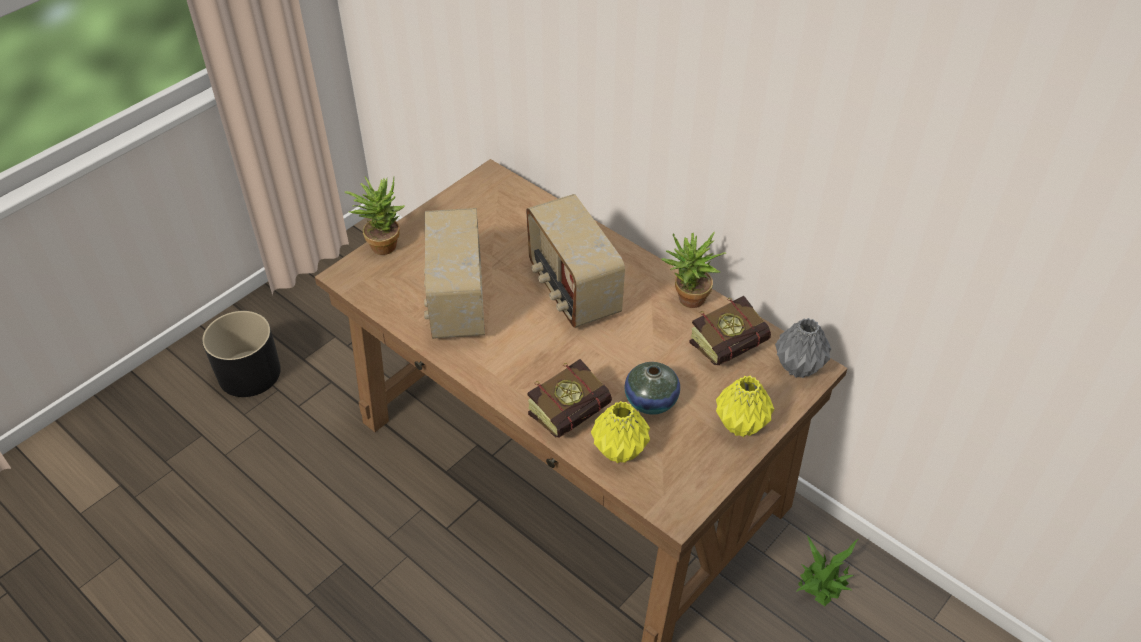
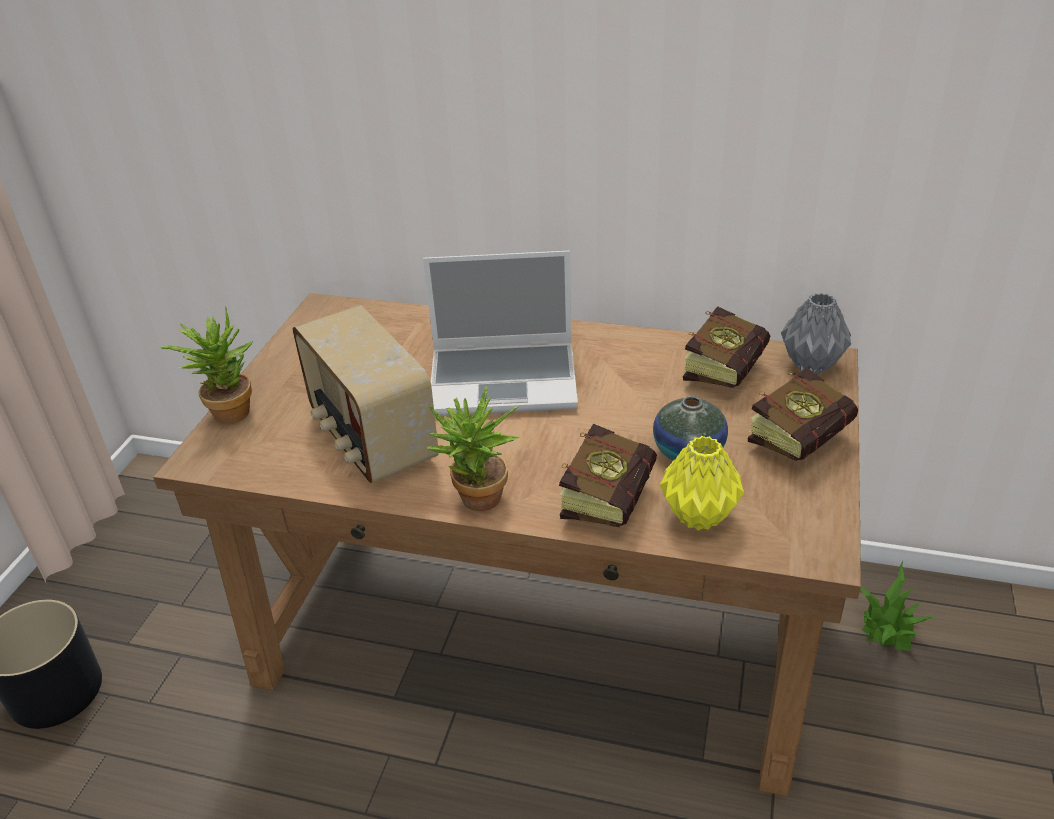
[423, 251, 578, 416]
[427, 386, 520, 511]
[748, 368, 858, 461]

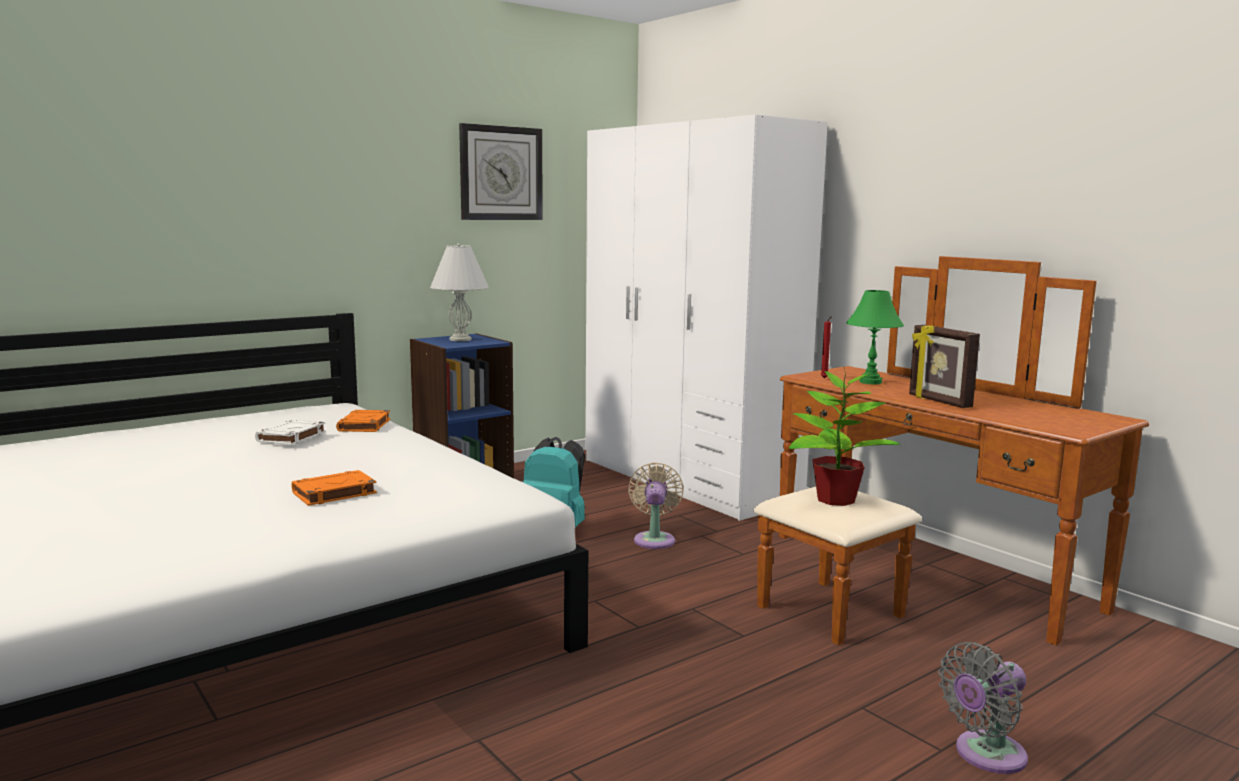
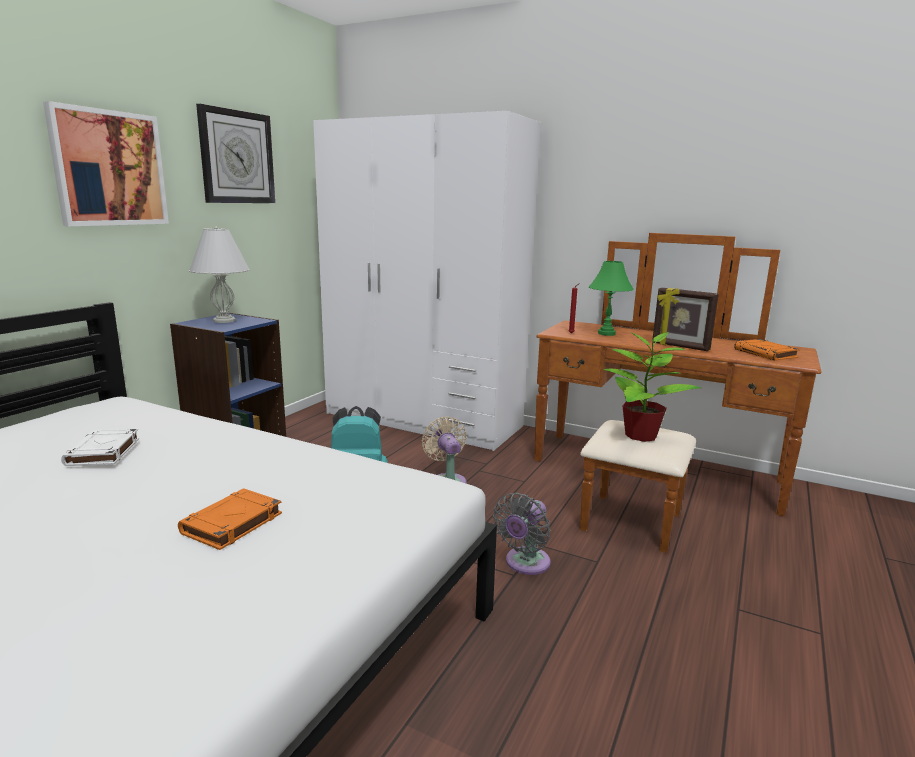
[734, 339, 800, 361]
[493, 493, 551, 575]
[43, 101, 169, 226]

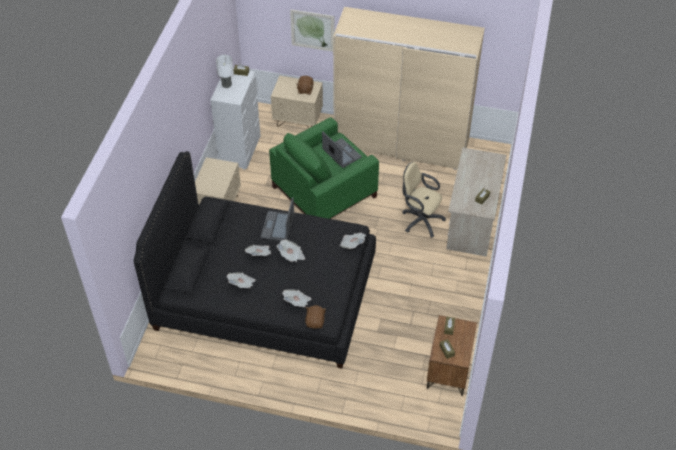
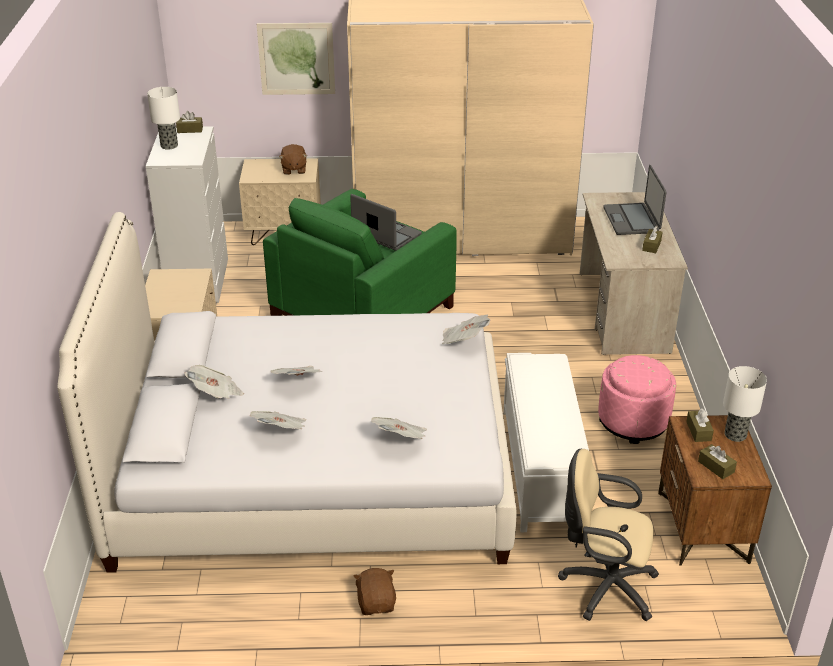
[58, 212, 517, 573]
[603, 165, 666, 235]
[184, 365, 244, 399]
[353, 568, 396, 615]
[558, 449, 659, 621]
[503, 353, 589, 532]
[598, 355, 676, 444]
[723, 366, 767, 442]

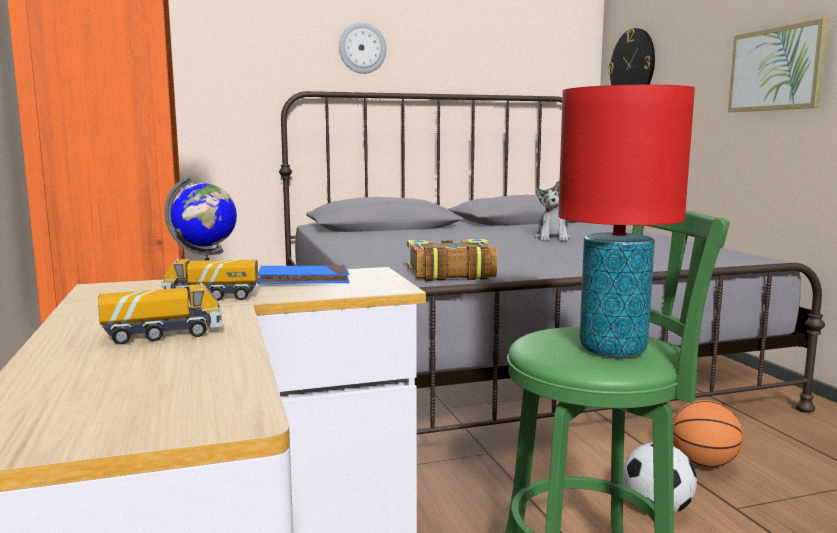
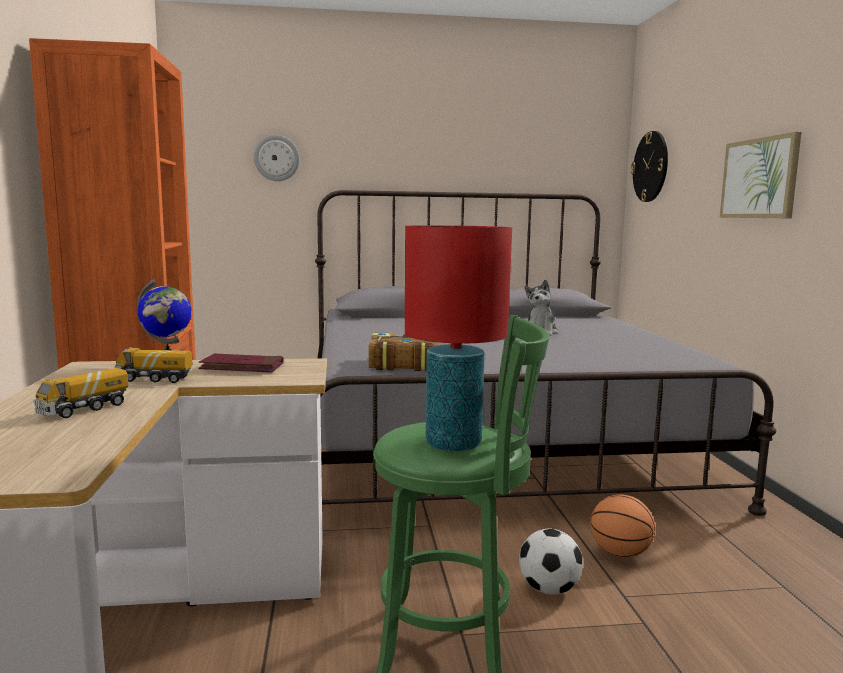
[34, 368, 128, 418]
[198, 353, 283, 373]
[254, 135, 299, 181]

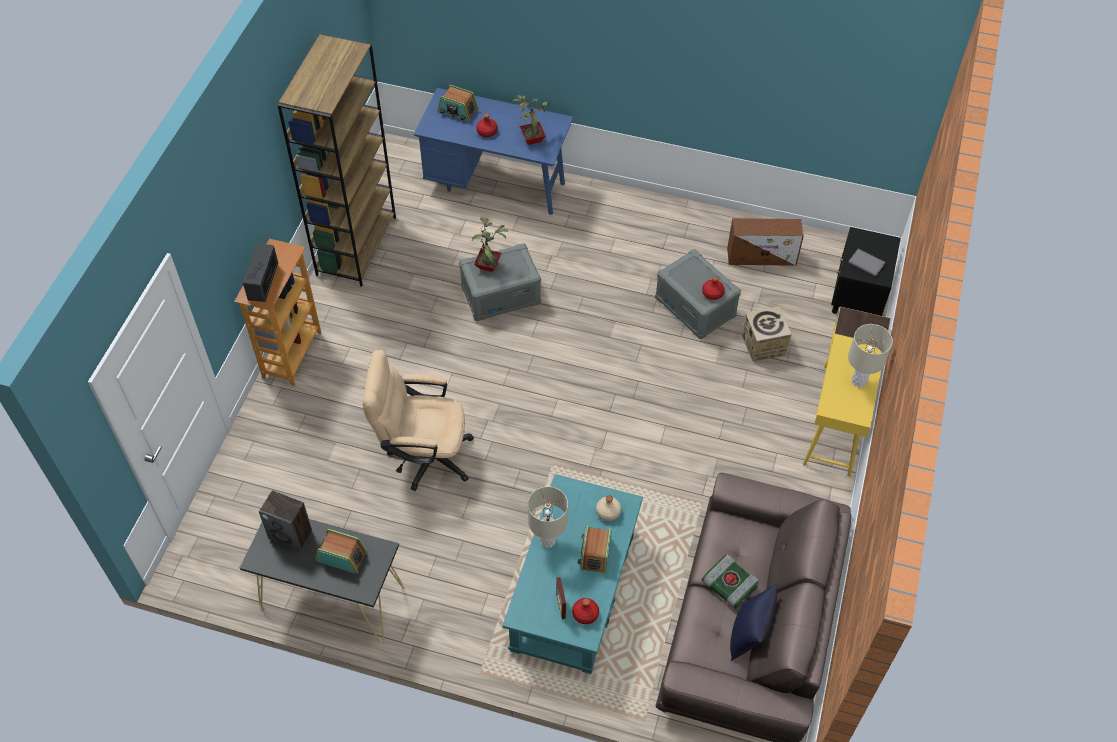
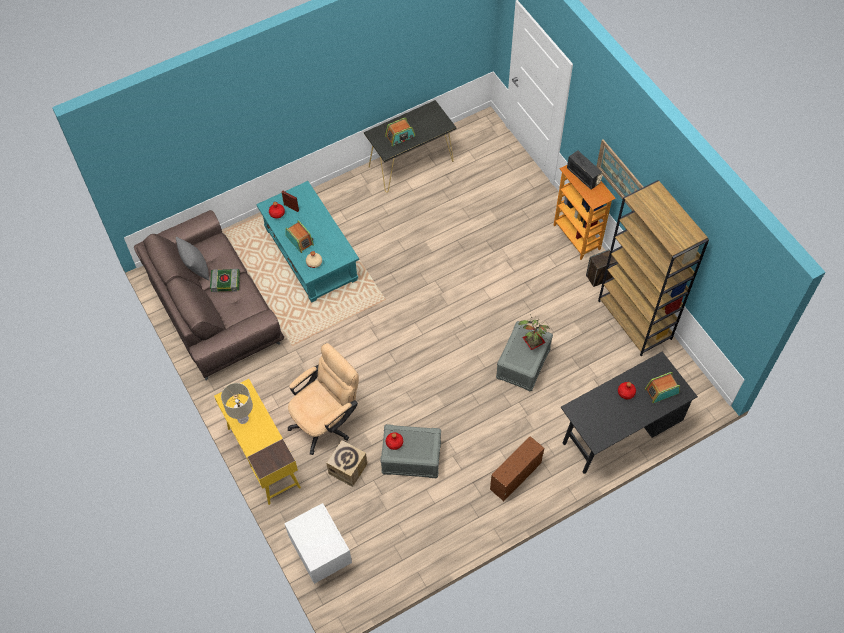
[586, 249, 617, 287]
[288, 343, 359, 455]
[561, 352, 698, 474]
[512, 95, 549, 145] (first image)
[528, 486, 568, 548] (first image)
[490, 436, 544, 501]
[176, 237, 209, 280]
[284, 503, 352, 584]
[848, 249, 885, 277] (first image)
[596, 139, 643, 211]

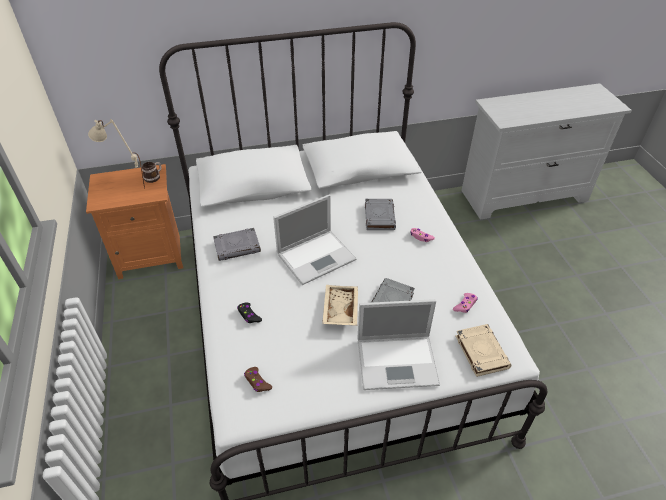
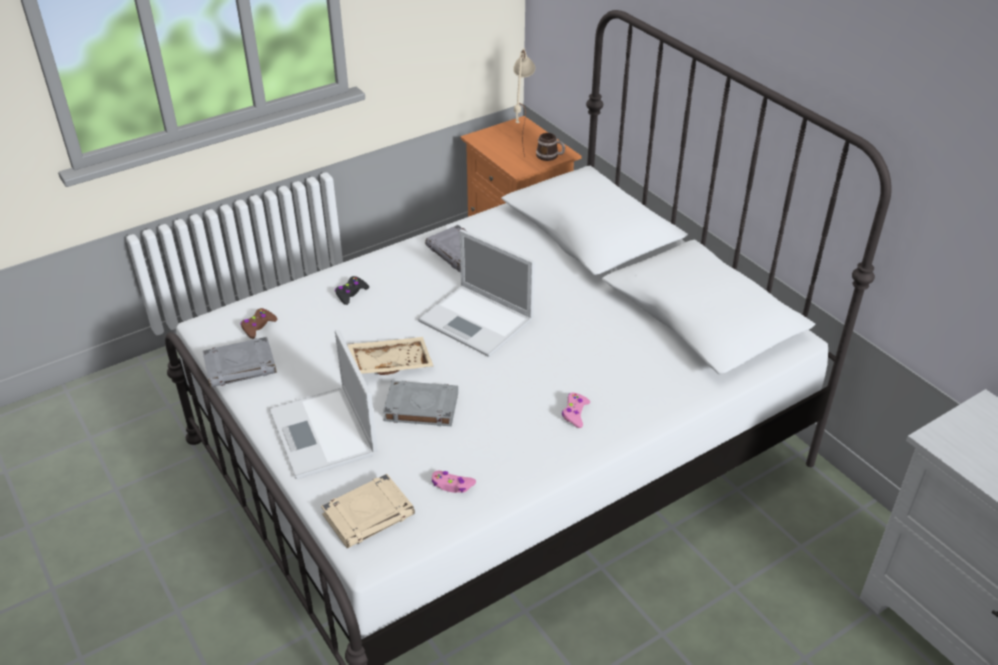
[202, 337, 277, 388]

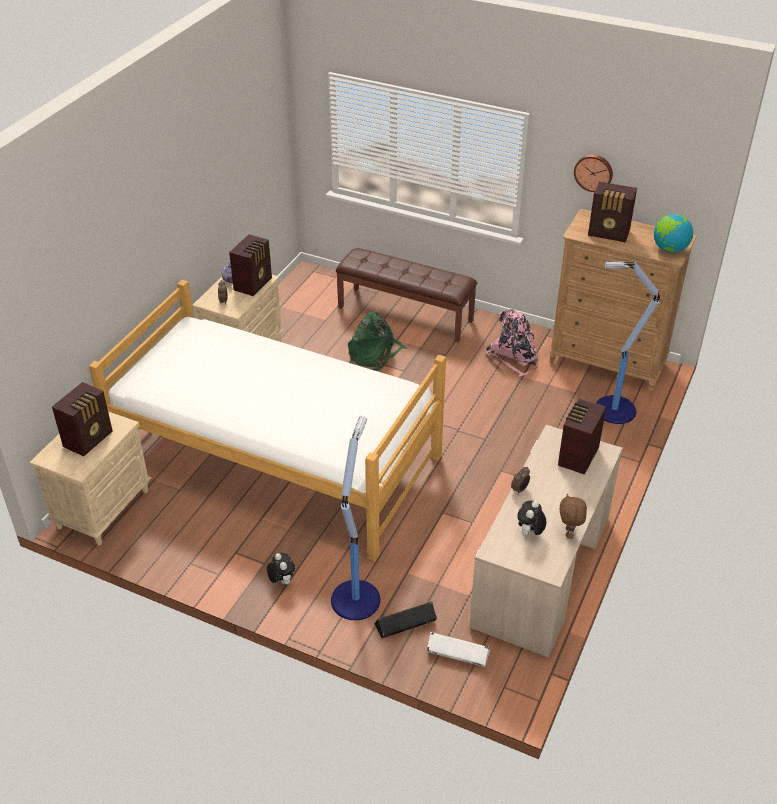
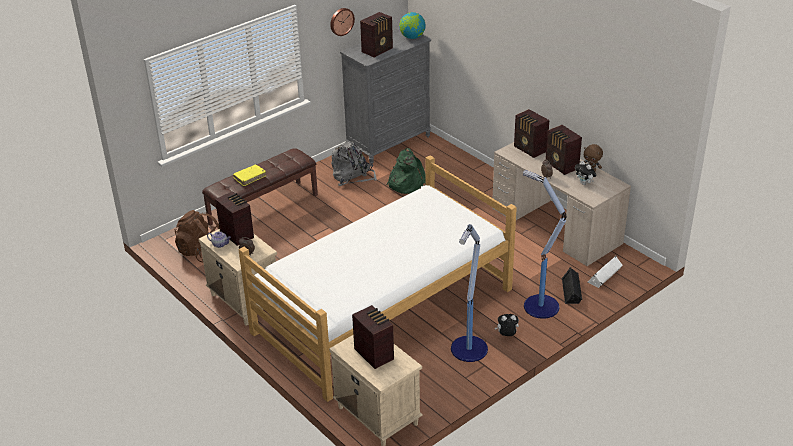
[386, 148, 426, 194]
[331, 141, 377, 186]
[340, 28, 431, 164]
[451, 224, 488, 362]
[174, 210, 219, 262]
[233, 165, 266, 186]
[546, 125, 582, 175]

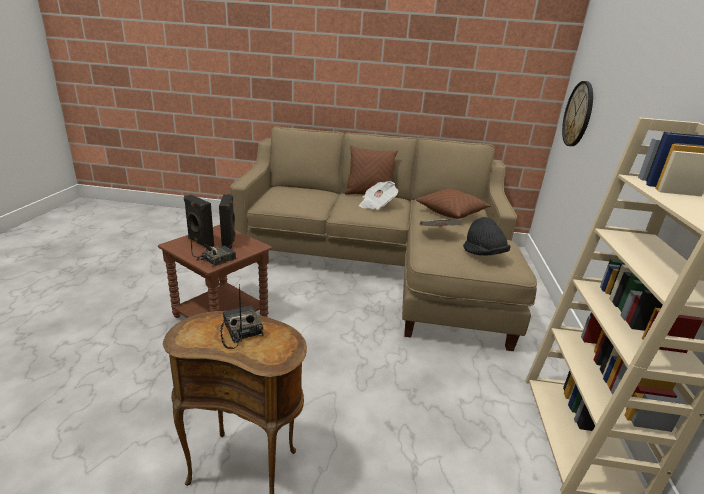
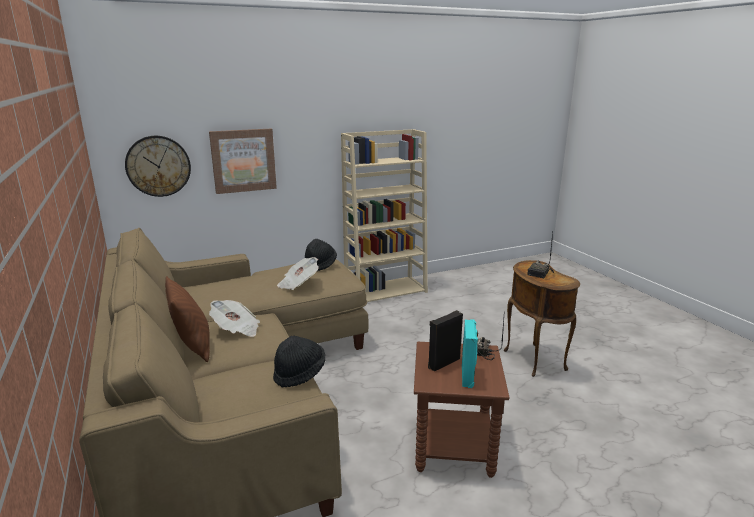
[462, 319, 478, 388]
[416, 189, 491, 219] (first image)
[209, 129, 277, 194]
[273, 336, 326, 388]

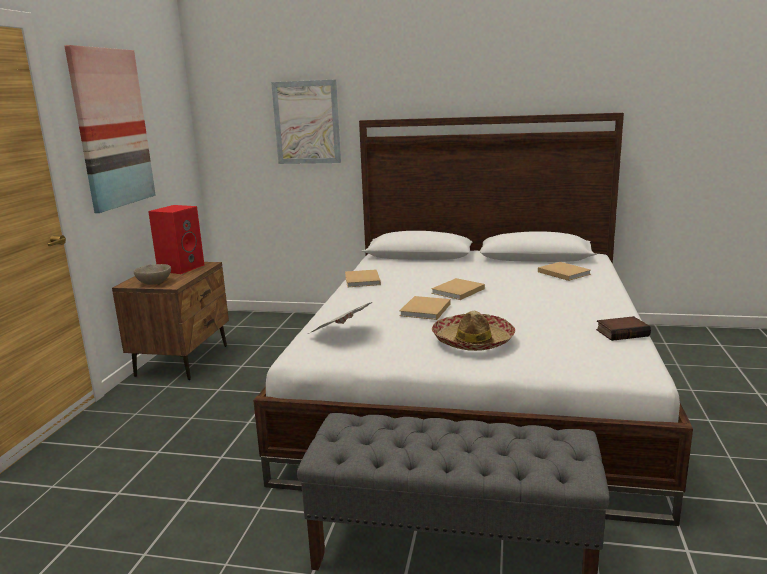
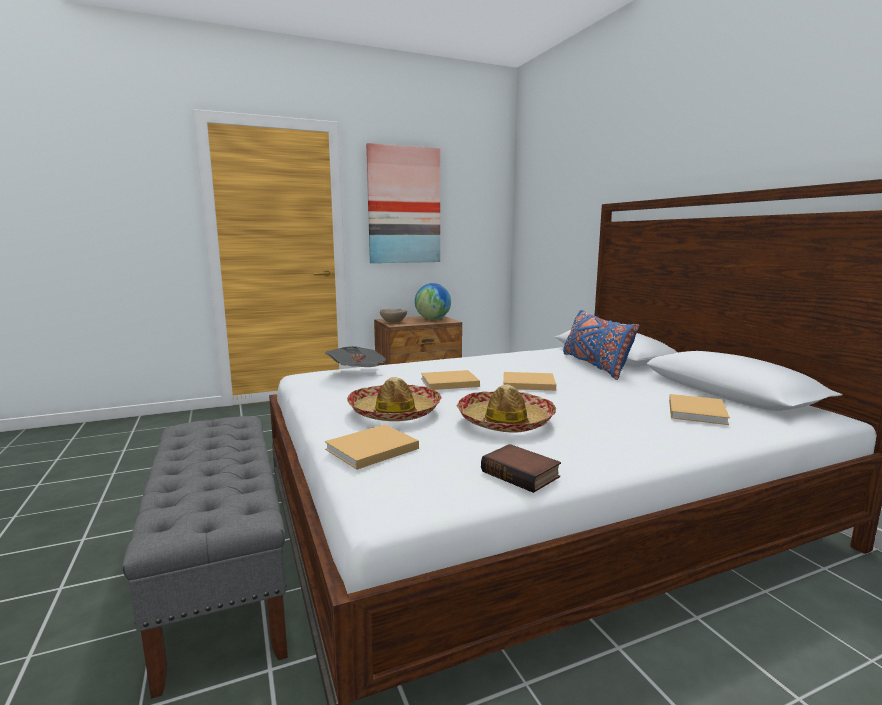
[415, 283, 451, 320]
[271, 79, 341, 164] (first image)
[325, 424, 419, 470]
[457, 384, 556, 433]
[563, 310, 639, 380]

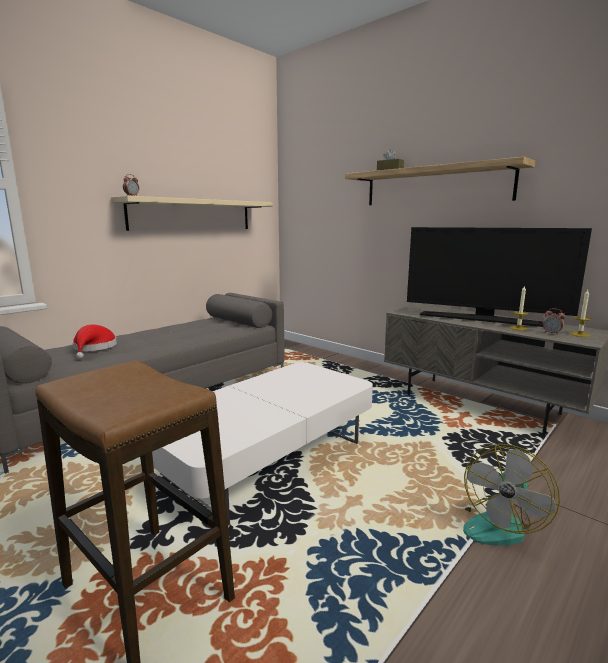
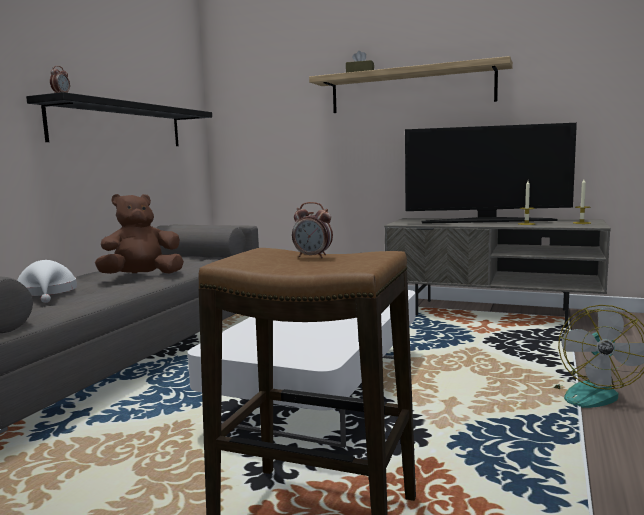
[17, 260, 77, 303]
[26, 92, 212, 146]
[292, 202, 333, 258]
[95, 194, 184, 274]

